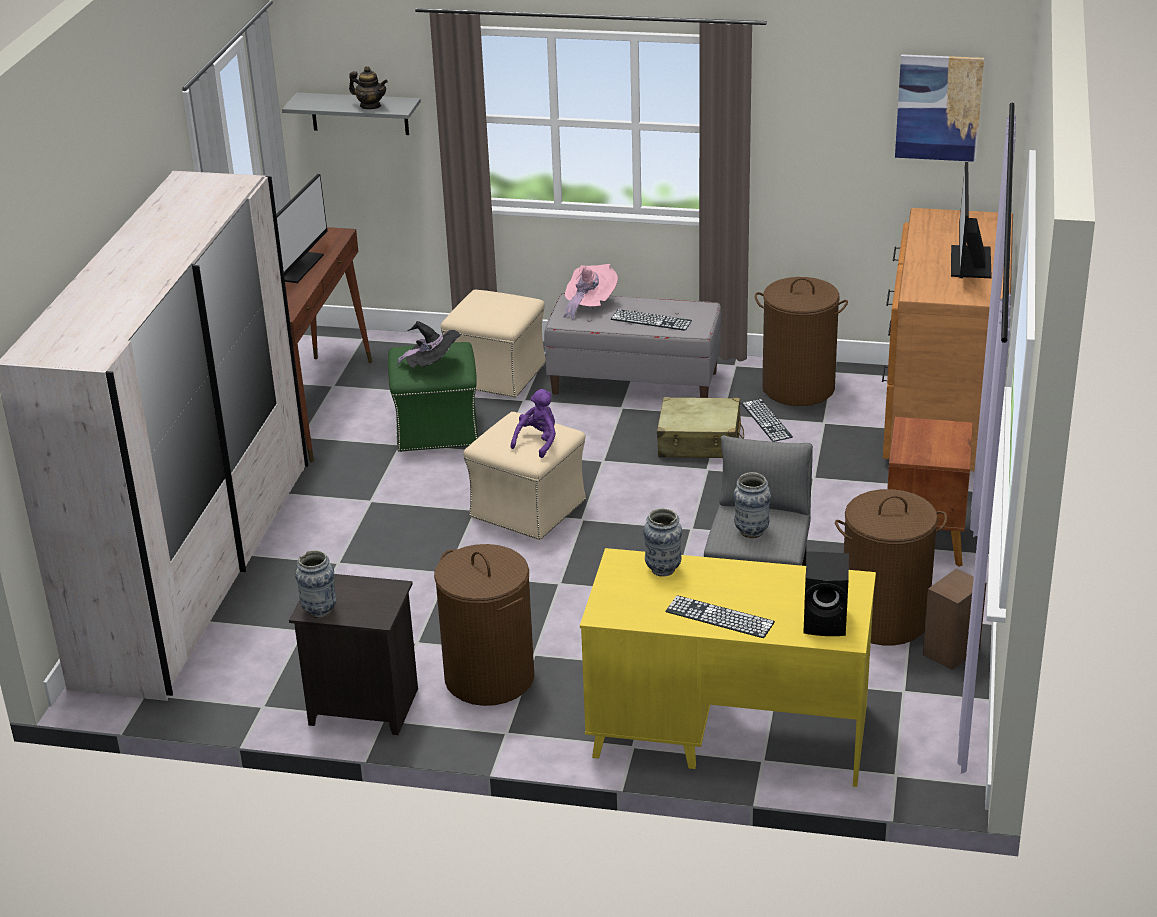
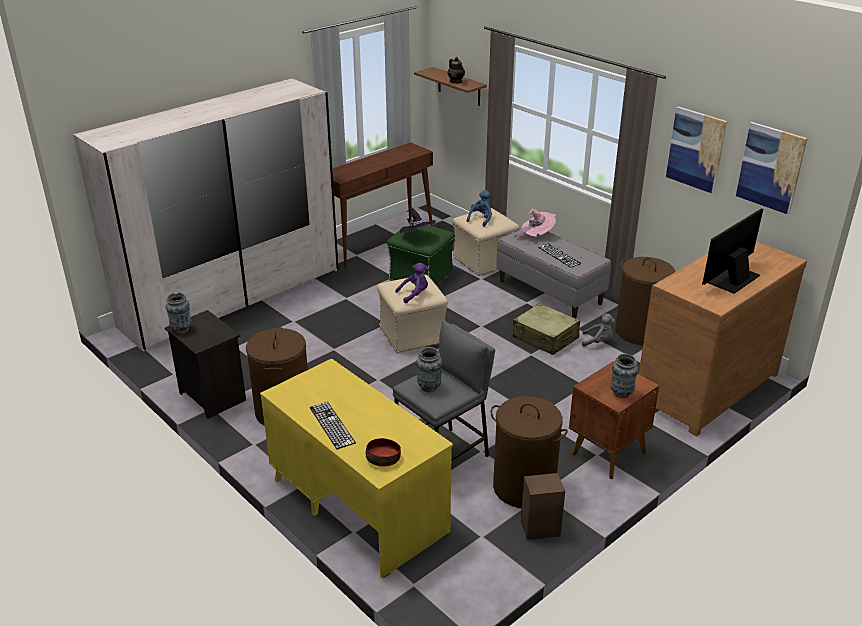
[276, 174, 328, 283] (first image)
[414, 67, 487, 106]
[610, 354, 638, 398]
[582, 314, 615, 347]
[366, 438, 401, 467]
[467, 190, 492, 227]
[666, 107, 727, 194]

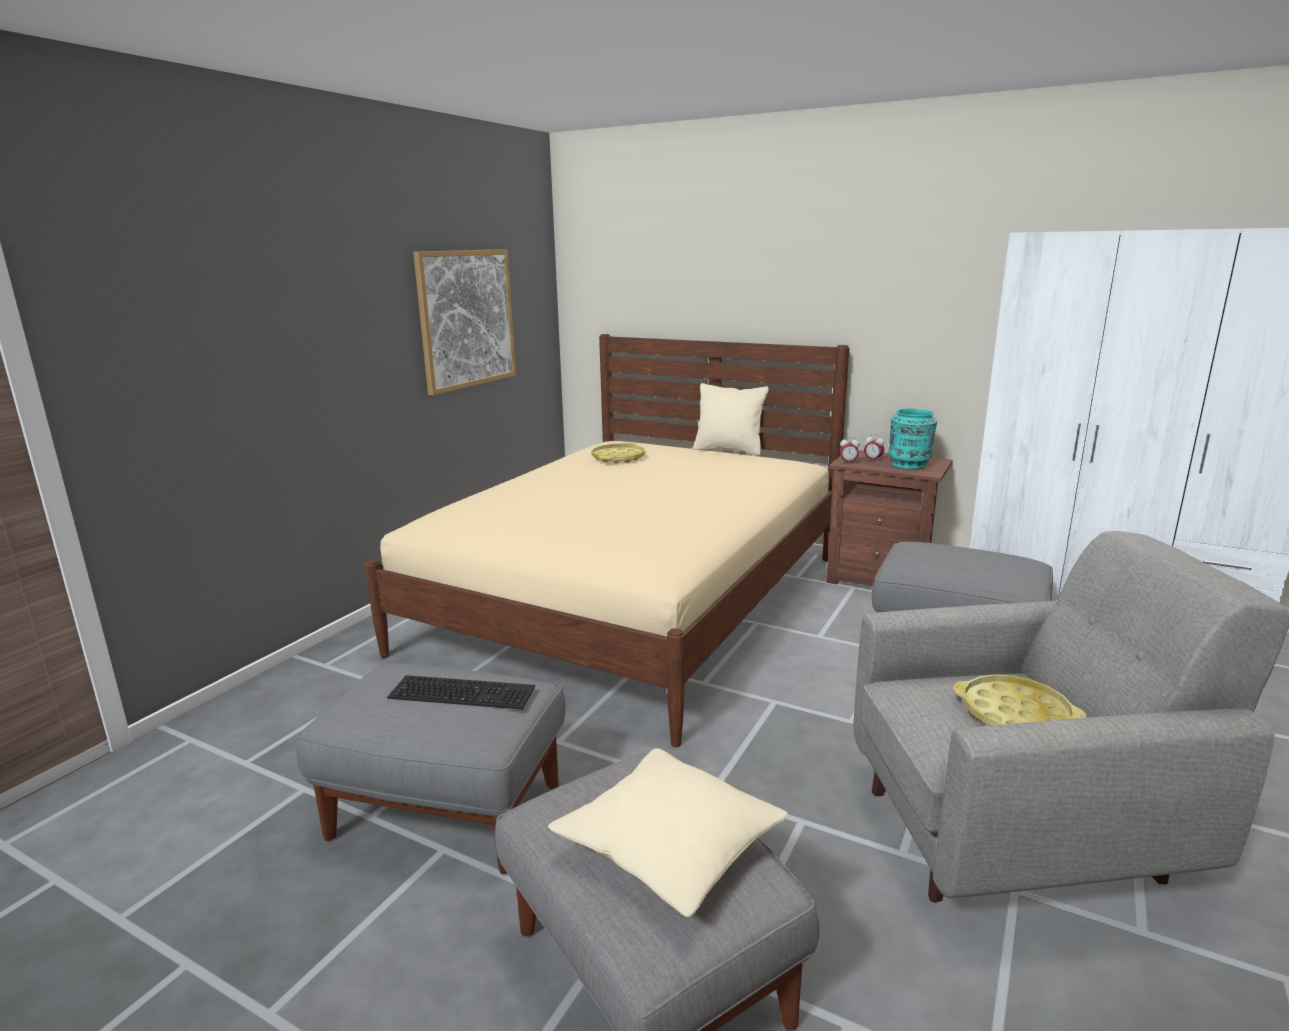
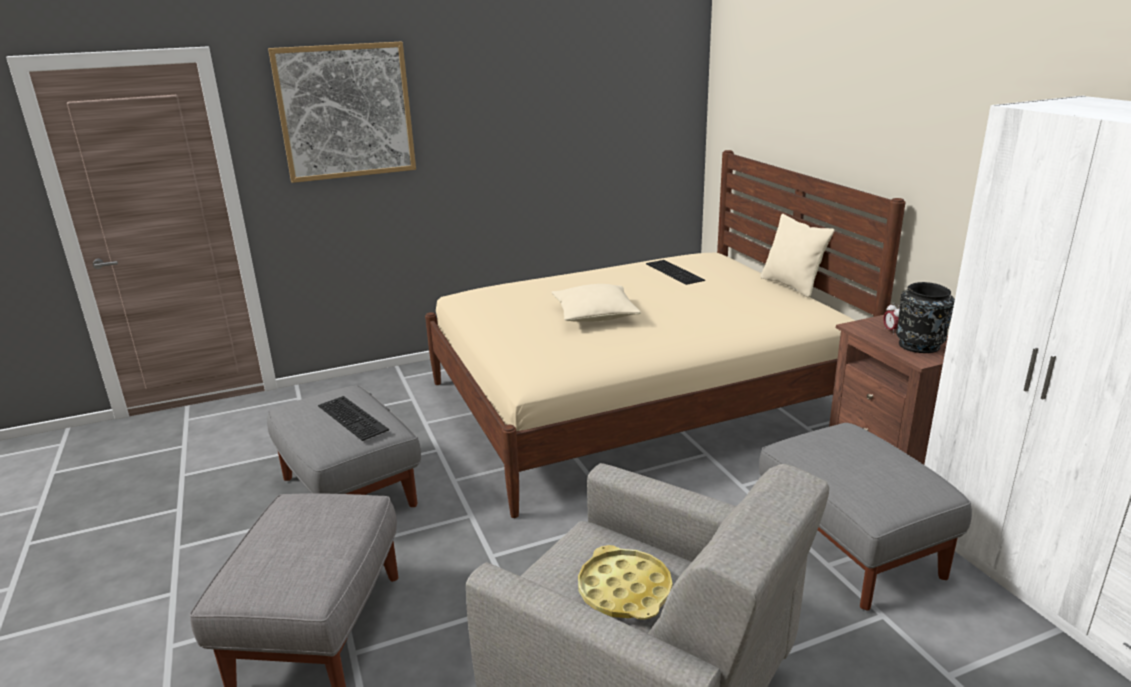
[268, 42, 416, 183]
[551, 284, 641, 322]
[646, 260, 705, 285]
[840, 437, 860, 464] (first image)
[896, 282, 955, 353]

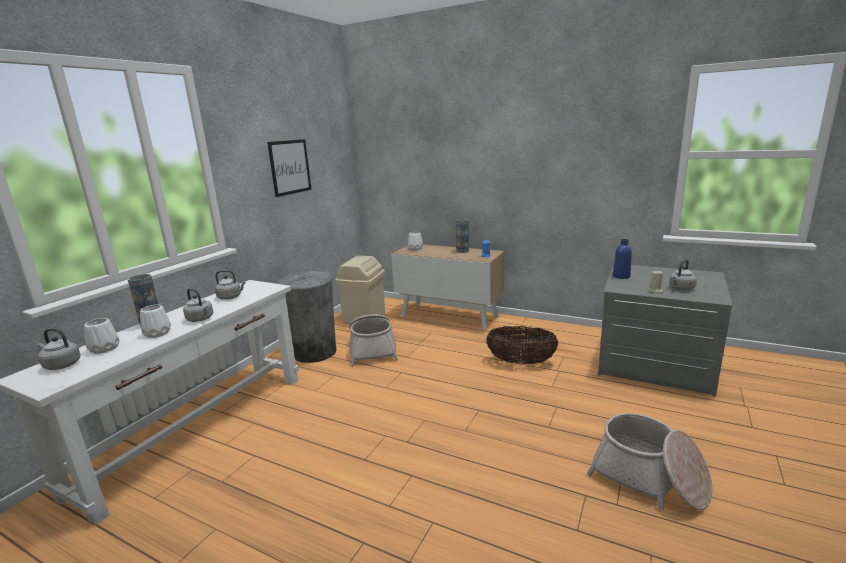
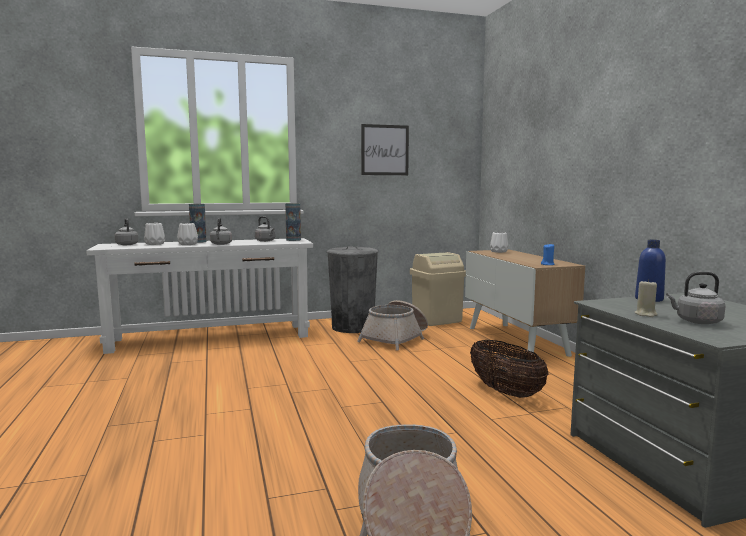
[285, 203, 301, 241]

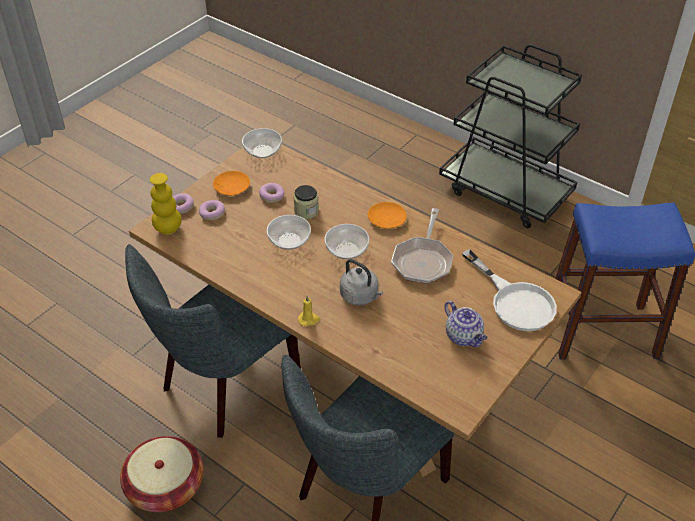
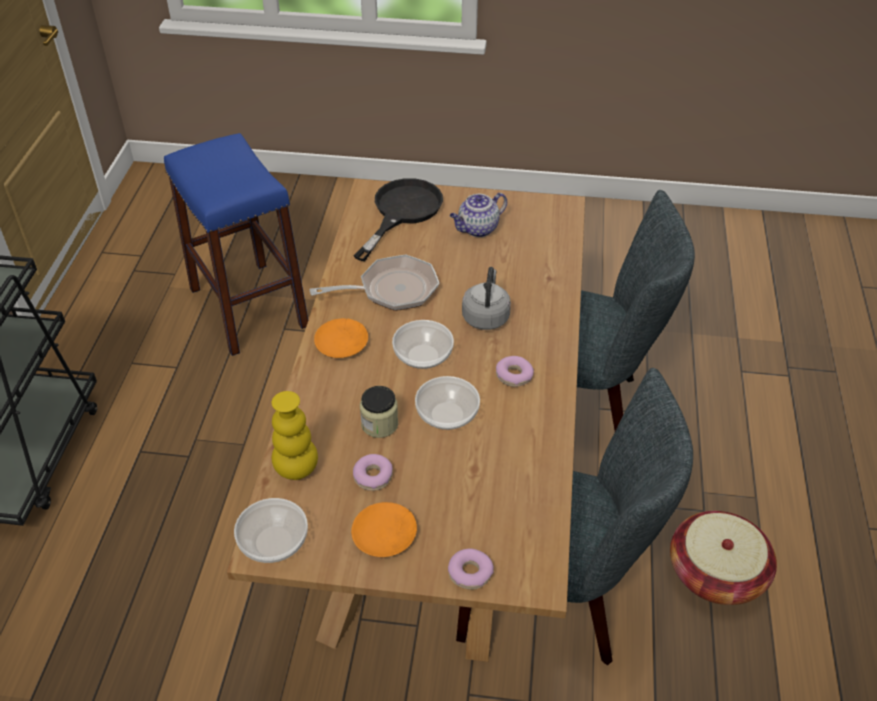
[272, 391, 318, 480]
[496, 356, 534, 387]
[298, 296, 320, 326] (first image)
[450, 193, 507, 237]
[354, 178, 443, 261]

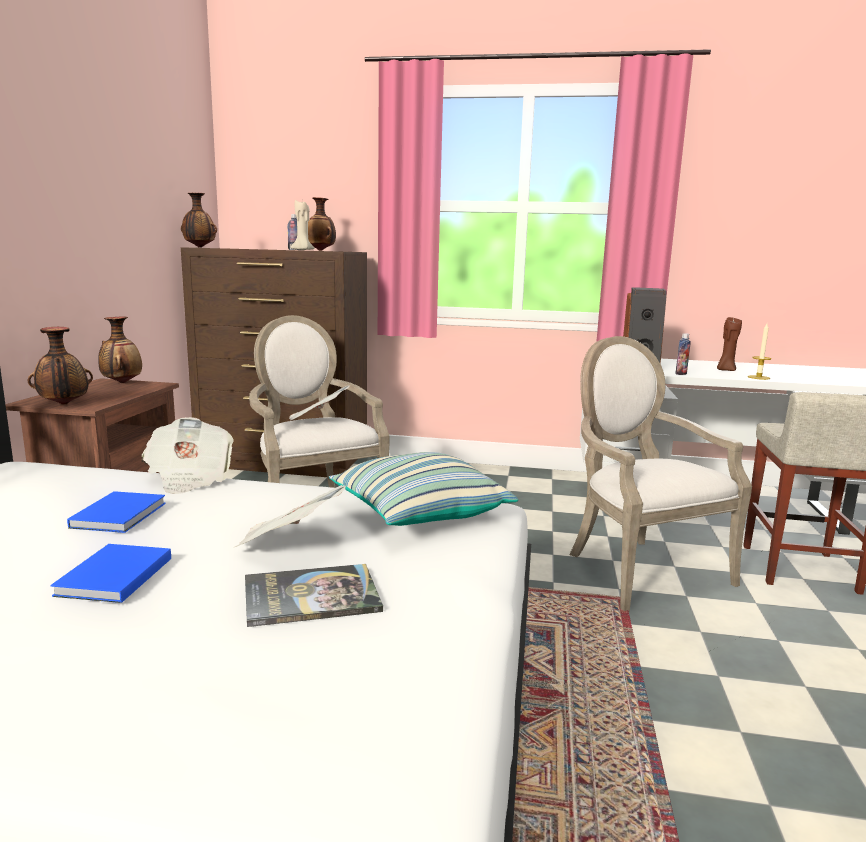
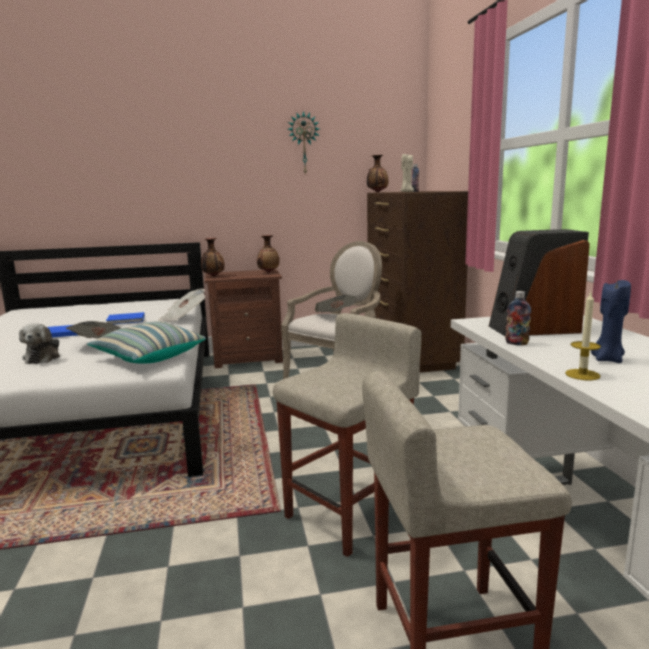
[19, 323, 60, 364]
[308, 197, 336, 251] (first image)
[273, 313, 422, 557]
[591, 280, 631, 363]
[287, 111, 319, 175]

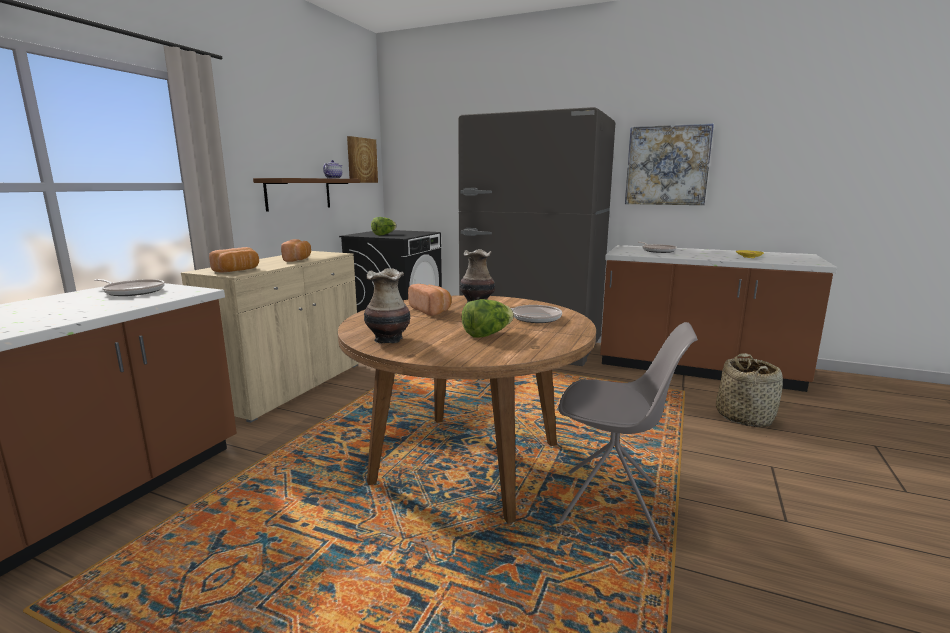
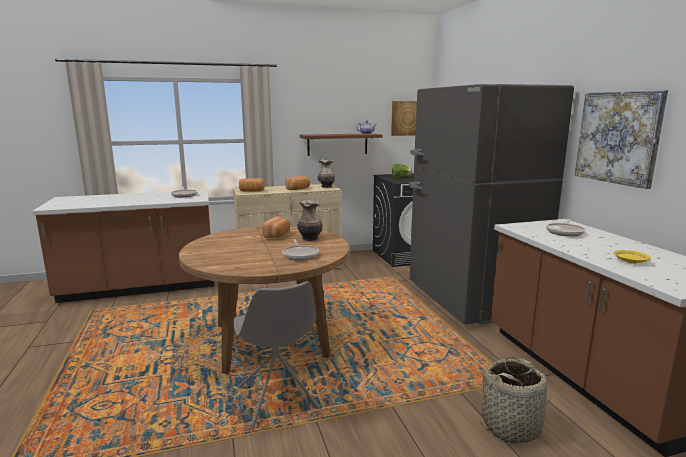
[318, 159, 335, 188]
[462, 299, 514, 337] (first image)

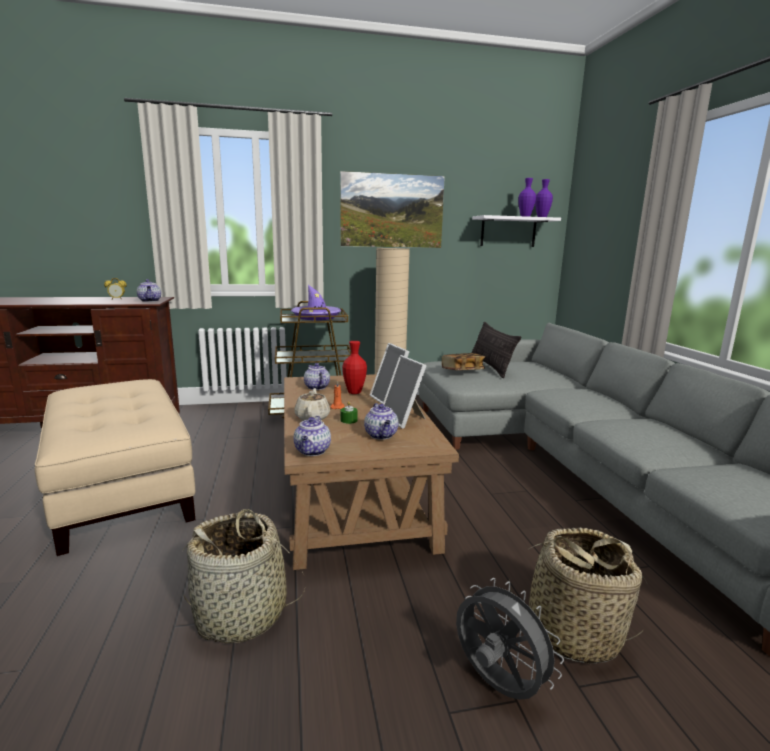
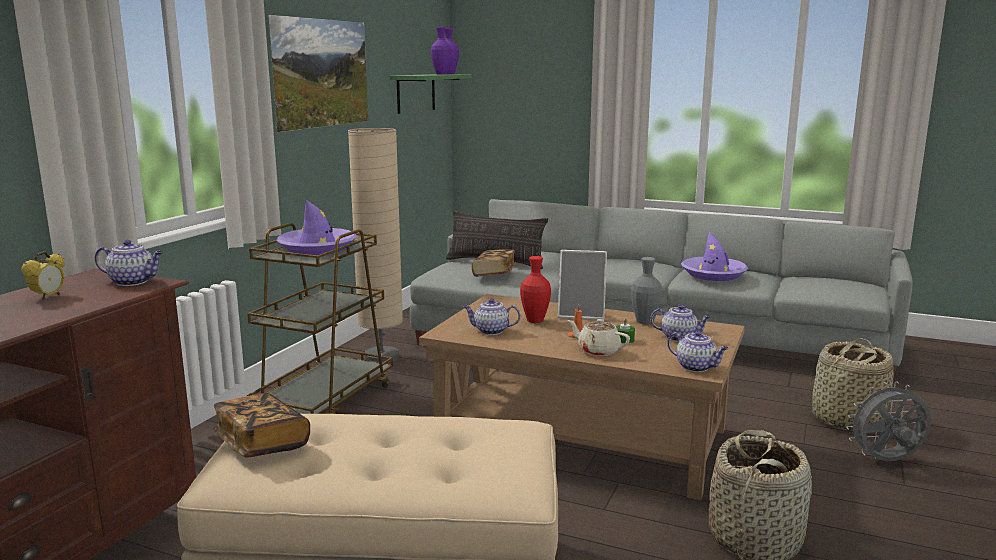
[631, 257, 663, 324]
[389, 74, 472, 114]
[213, 393, 310, 457]
[681, 232, 748, 281]

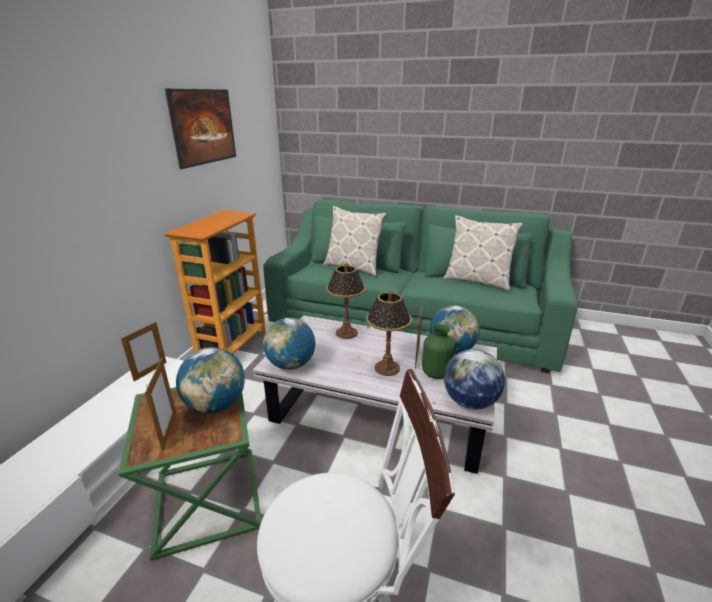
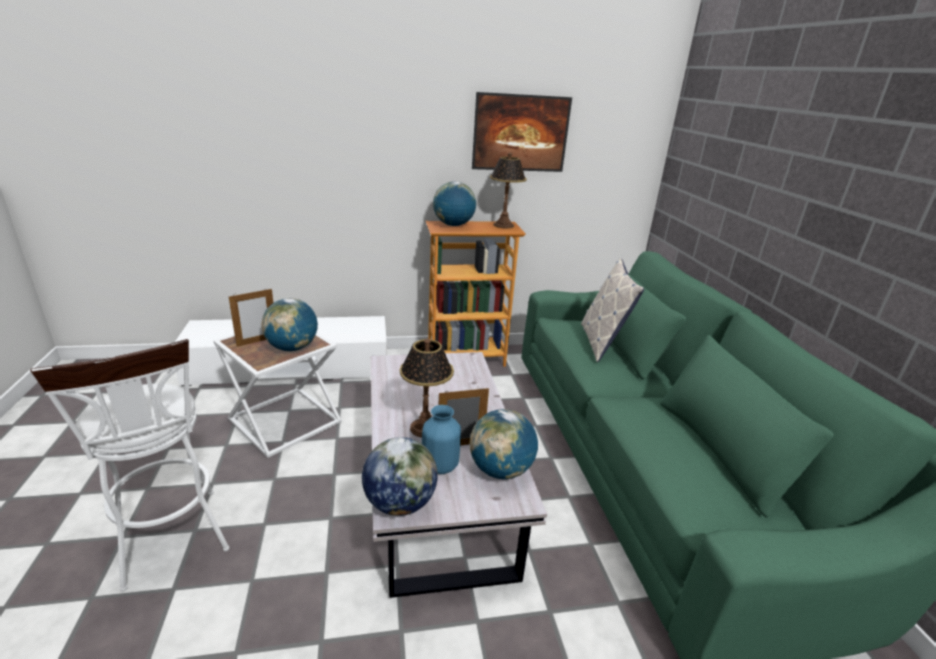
[214, 332, 342, 458]
[121, 322, 167, 381] (first image)
[433, 181, 476, 226]
[490, 152, 527, 228]
[422, 405, 461, 474]
[443, 215, 523, 291] (first image)

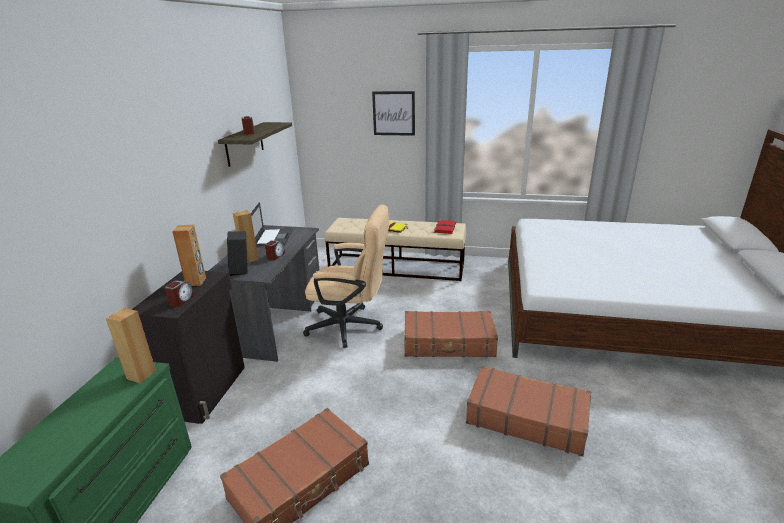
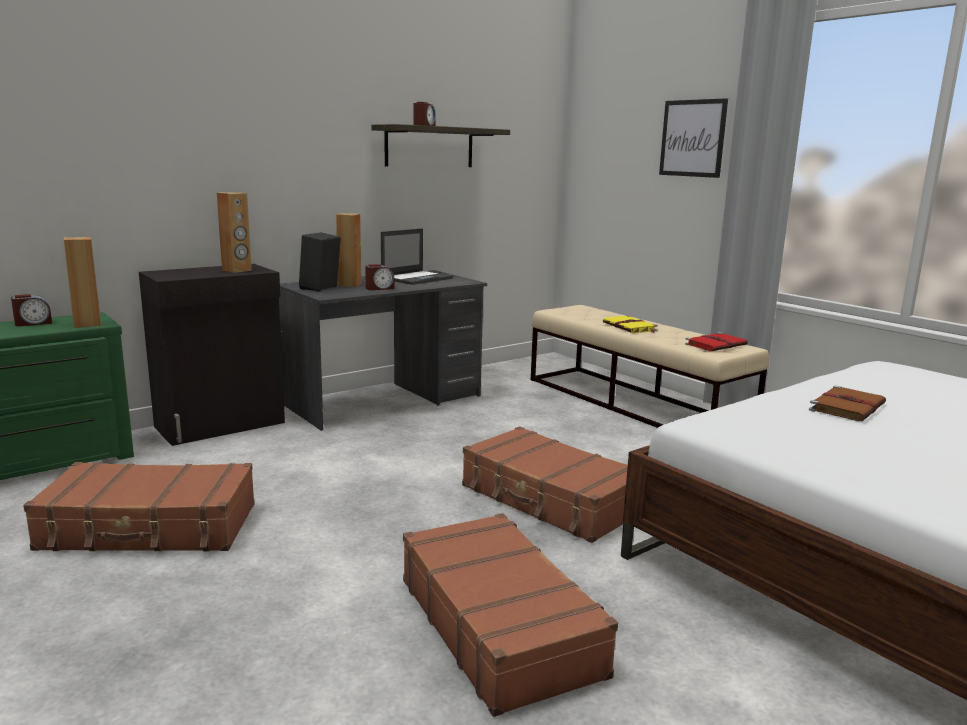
[11, 294, 52, 326]
[303, 205, 389, 348] (first image)
[809, 385, 886, 421]

